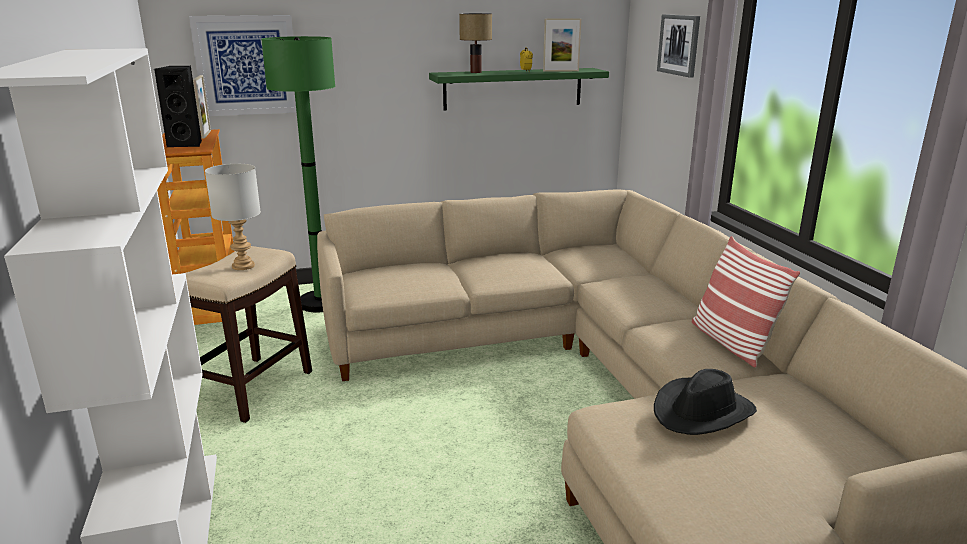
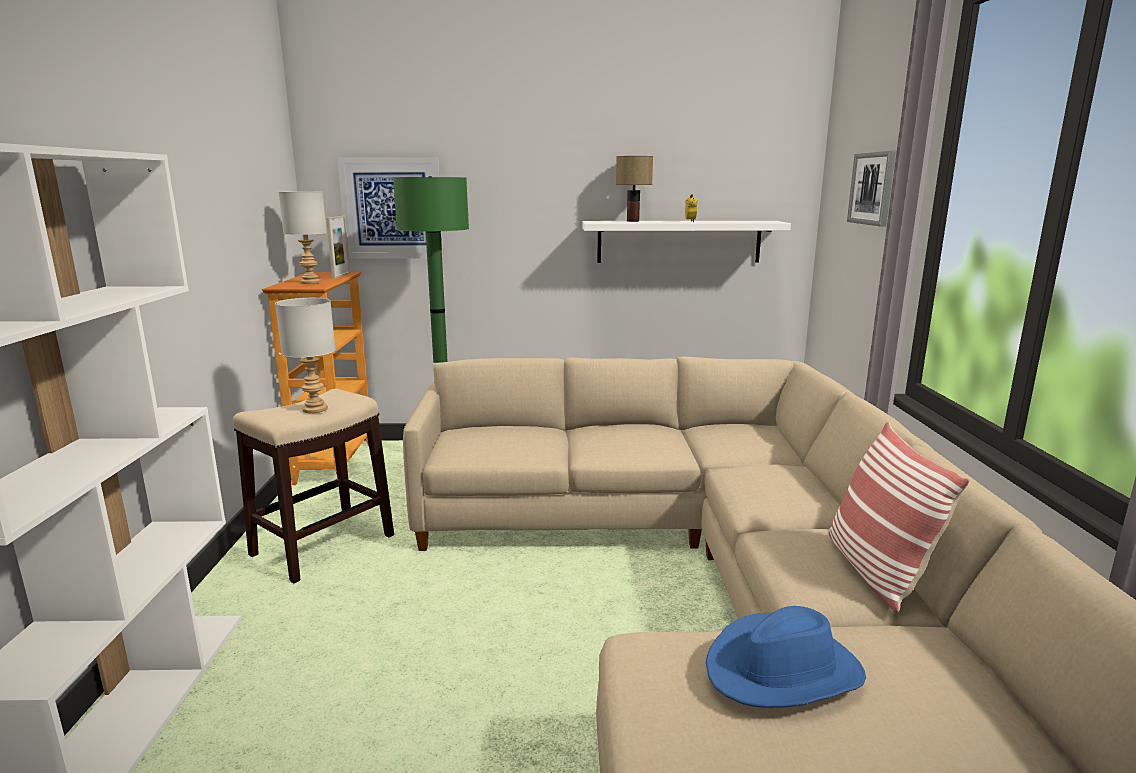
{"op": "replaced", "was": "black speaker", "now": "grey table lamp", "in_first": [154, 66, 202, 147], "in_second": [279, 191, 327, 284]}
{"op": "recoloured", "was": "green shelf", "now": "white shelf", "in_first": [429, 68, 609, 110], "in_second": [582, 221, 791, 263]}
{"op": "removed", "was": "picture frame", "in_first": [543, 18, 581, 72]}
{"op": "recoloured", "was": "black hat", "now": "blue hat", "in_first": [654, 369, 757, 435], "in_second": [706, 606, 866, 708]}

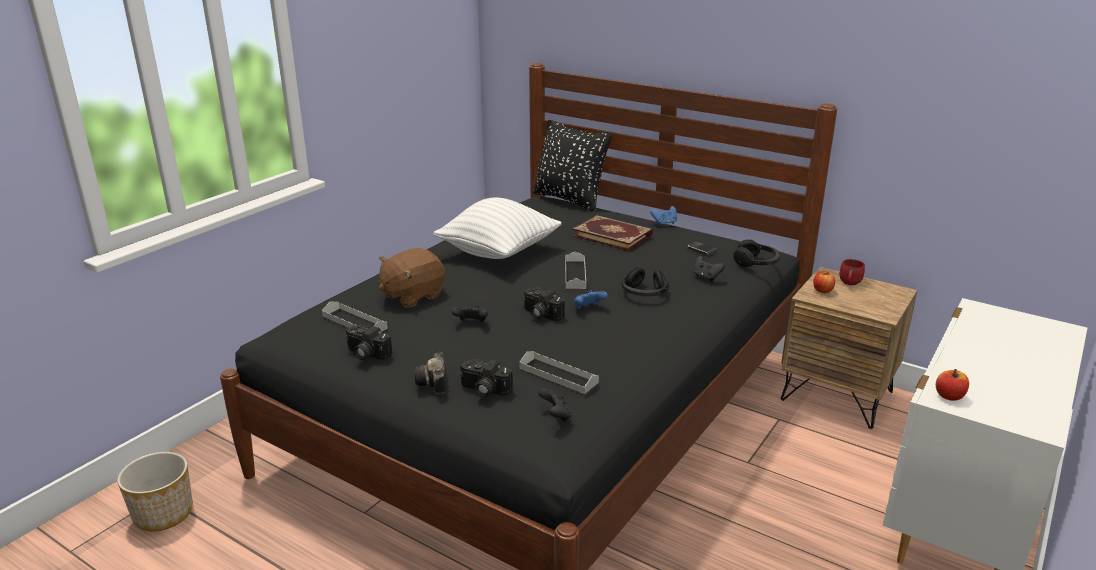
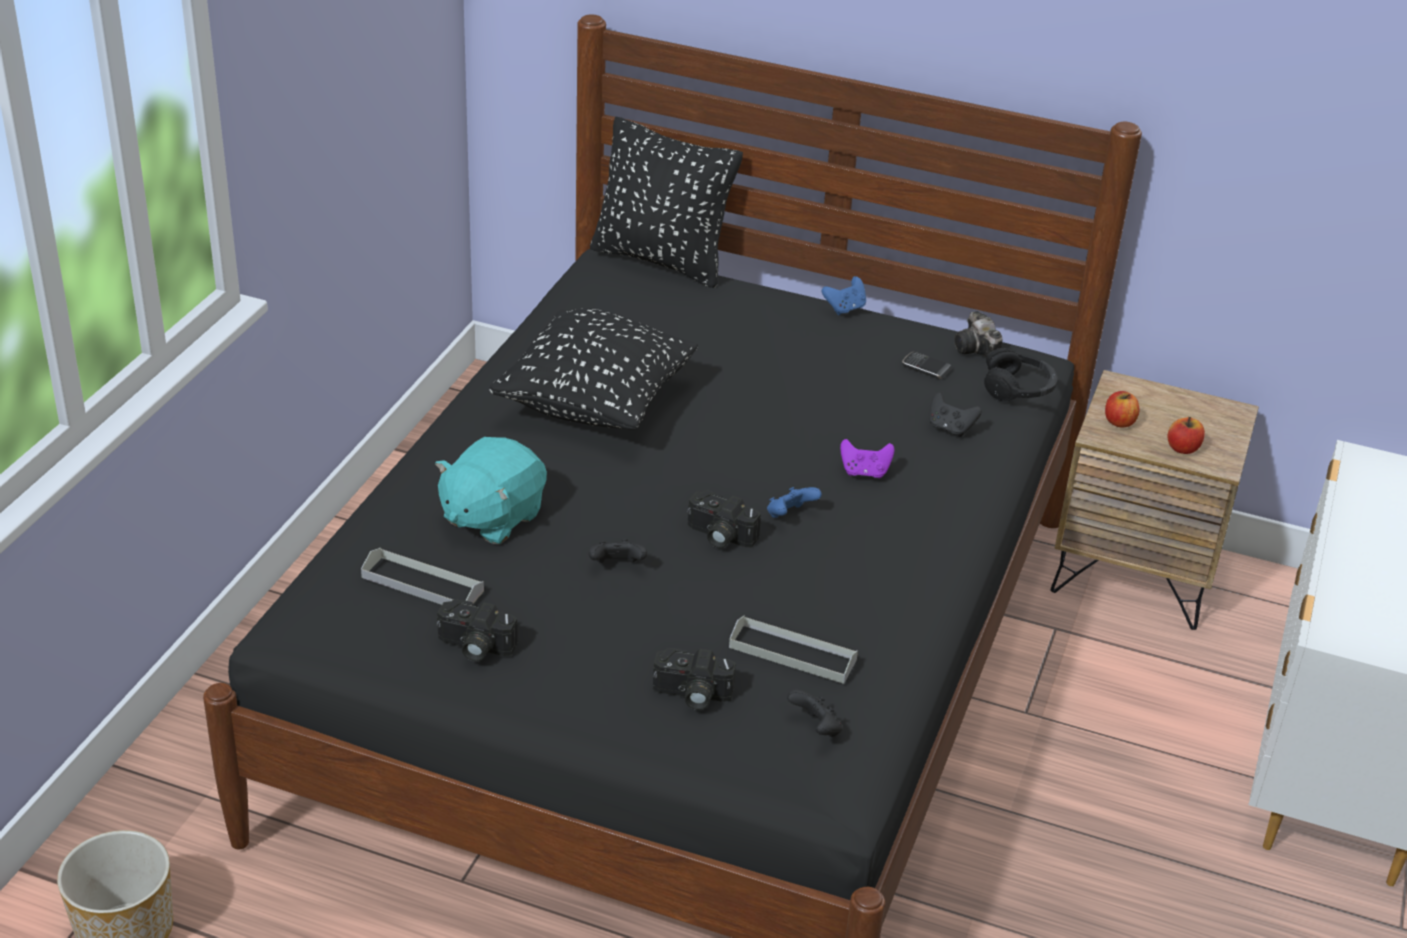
{"op": "recoloured", "was": "brown plush toy", "now": "turquoise plush toy", "in_first": [379, 248, 445, 308], "in_second": [435, 437, 547, 544]}
{"op": "moved", "was": "photo camera", "in_first": [414, 352, 446, 394], "in_second": [955, 311, 1002, 358]}
{"op": "recoloured", "was": "white pillow", "now": "black pillow", "in_first": [434, 197, 562, 259], "in_second": [489, 308, 698, 430]}
{"op": "removed", "was": "grey tray", "in_first": [565, 251, 586, 289]}
{"op": "removed", "was": "book", "in_first": [572, 215, 653, 252]}
{"op": "replaced", "was": "black headphones", "now": "purple game controller", "in_first": [622, 267, 669, 296], "in_second": [840, 439, 894, 479]}
{"op": "removed", "was": "red mug", "in_first": [839, 259, 865, 285]}
{"op": "moved", "was": "apple", "in_first": [936, 369, 969, 401], "in_second": [1167, 417, 1205, 454]}

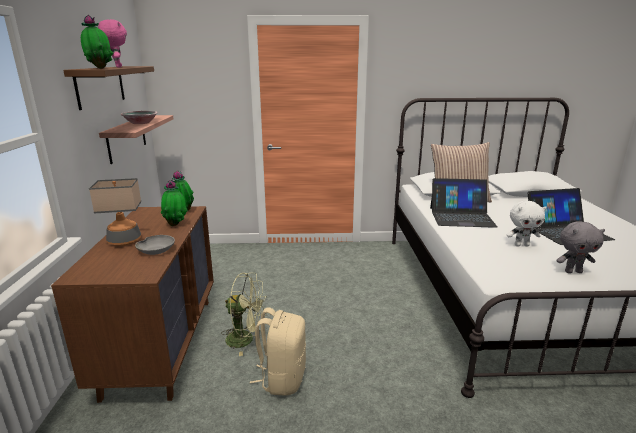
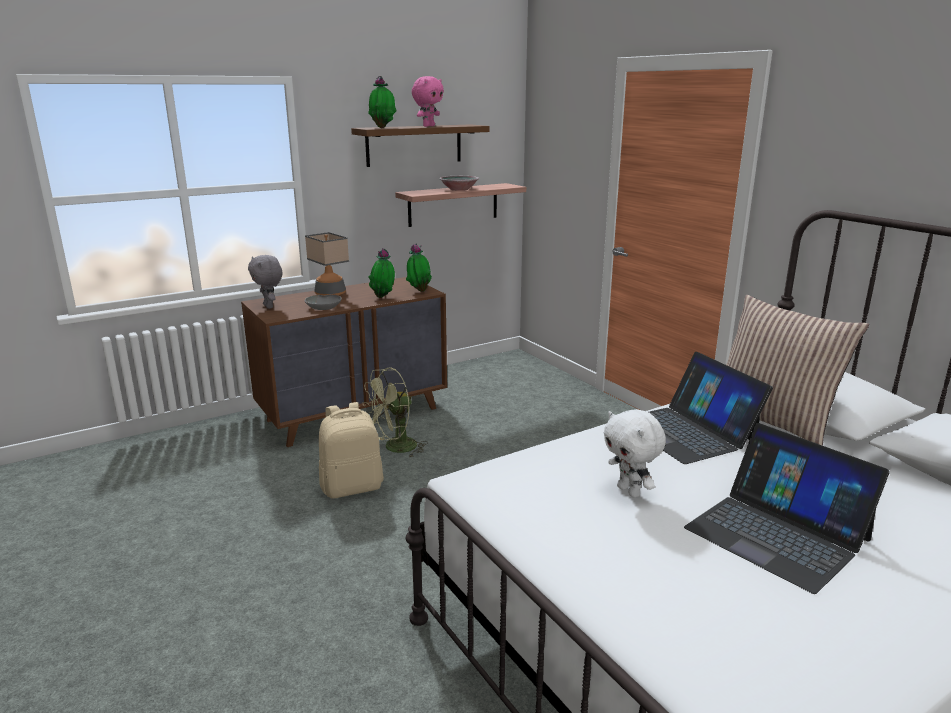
{"op": "turned", "was": "green fan", "in_first": [221, 273, 267, 356], "in_second": [363, 367, 428, 457], "clockwise": 75}
{"op": "moved", "was": "grey plush toy", "in_first": [556, 221, 605, 273], "in_second": [248, 255, 282, 309]}

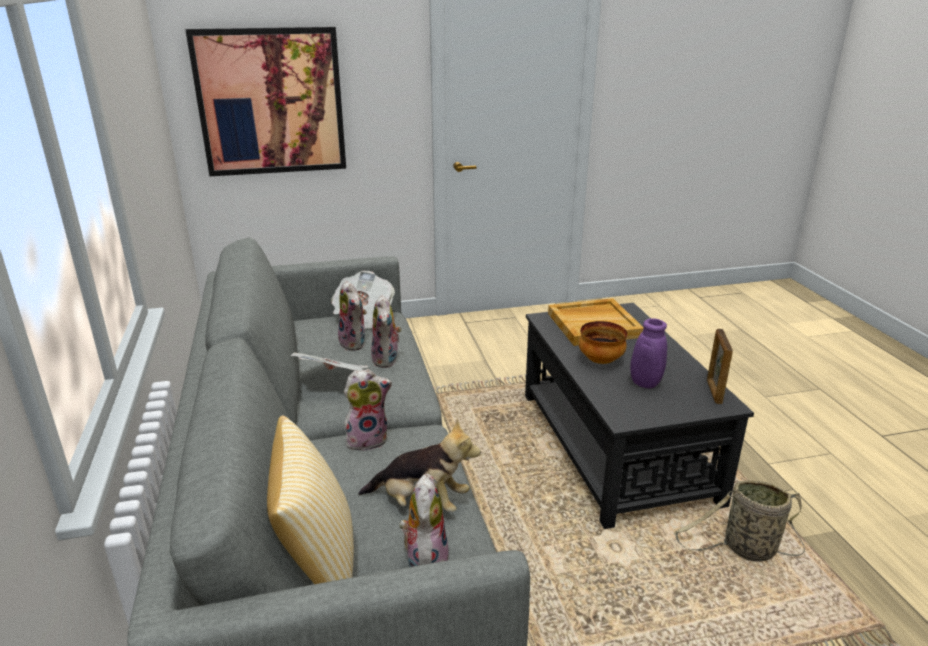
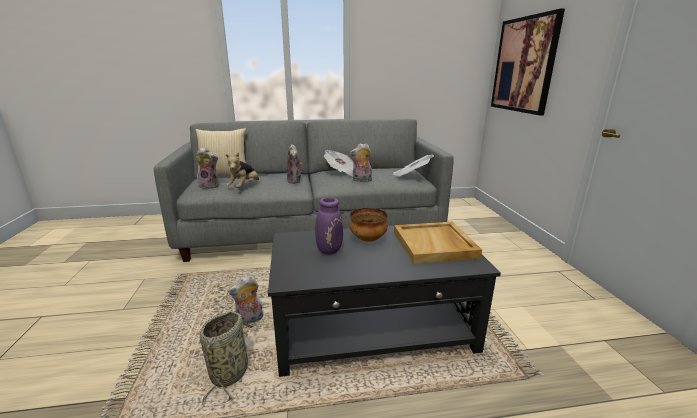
{"op": "moved", "was": "plush toy", "in_first": [338, 280, 367, 351], "in_second": [228, 275, 263, 324]}
{"op": "removed", "was": "picture frame", "in_first": [707, 329, 733, 404]}

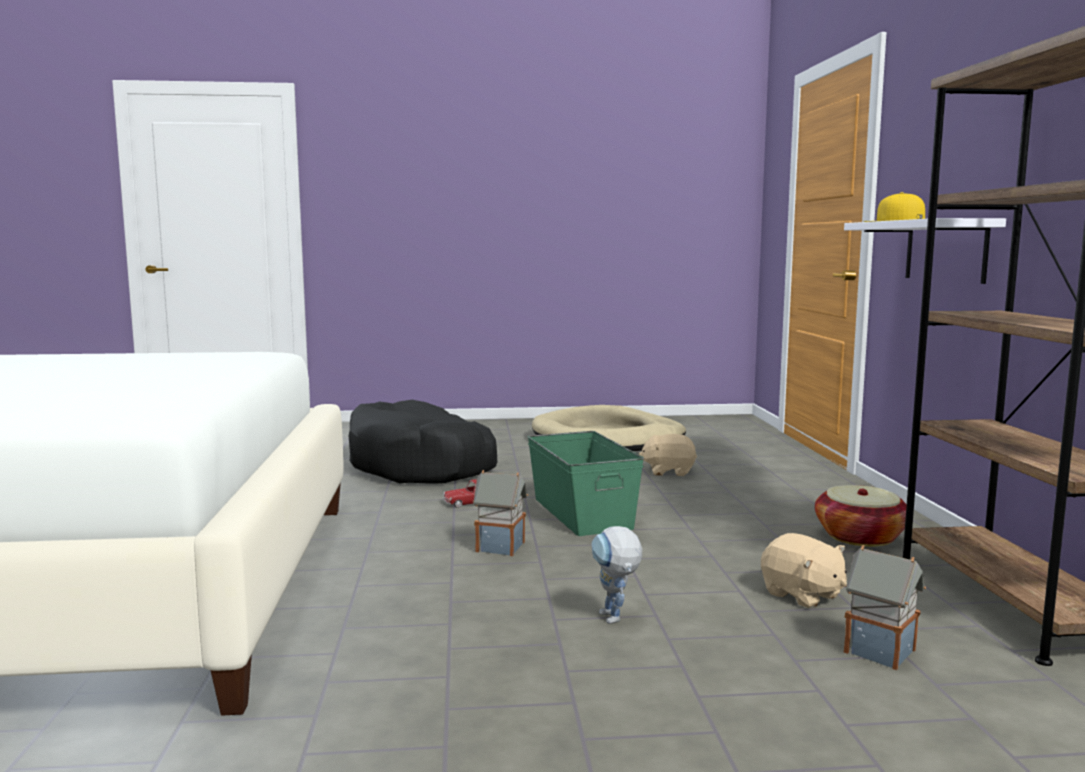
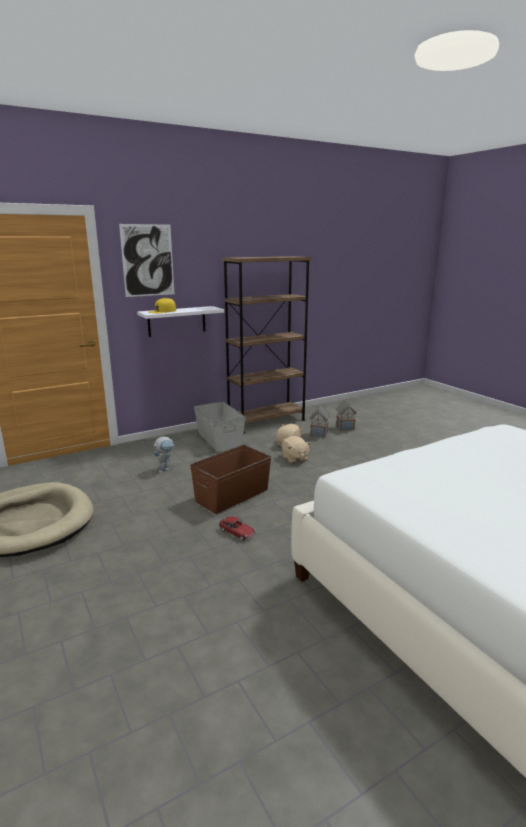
{"op": "removed", "was": "black dog bed", "in_first": [349, 400, 497, 484]}
{"op": "moved", "was": "toy house", "in_first": [473, 470, 528, 556], "in_second": [336, 399, 357, 431]}
{"op": "recoloured", "was": "green storage box", "now": "brown storage box", "in_first": [528, 431, 644, 536], "in_second": [190, 445, 272, 514]}
{"op": "moved", "was": "toy robot", "in_first": [591, 526, 642, 624], "in_second": [153, 437, 174, 473]}
{"op": "moved", "was": "beige plush toy", "in_first": [639, 434, 697, 476], "in_second": [282, 436, 311, 463]}
{"op": "replaced", "was": "basket", "now": "grey storage box", "in_first": [815, 485, 907, 547], "in_second": [194, 401, 245, 452]}
{"op": "added", "now": "picture", "in_second": [119, 224, 174, 297]}

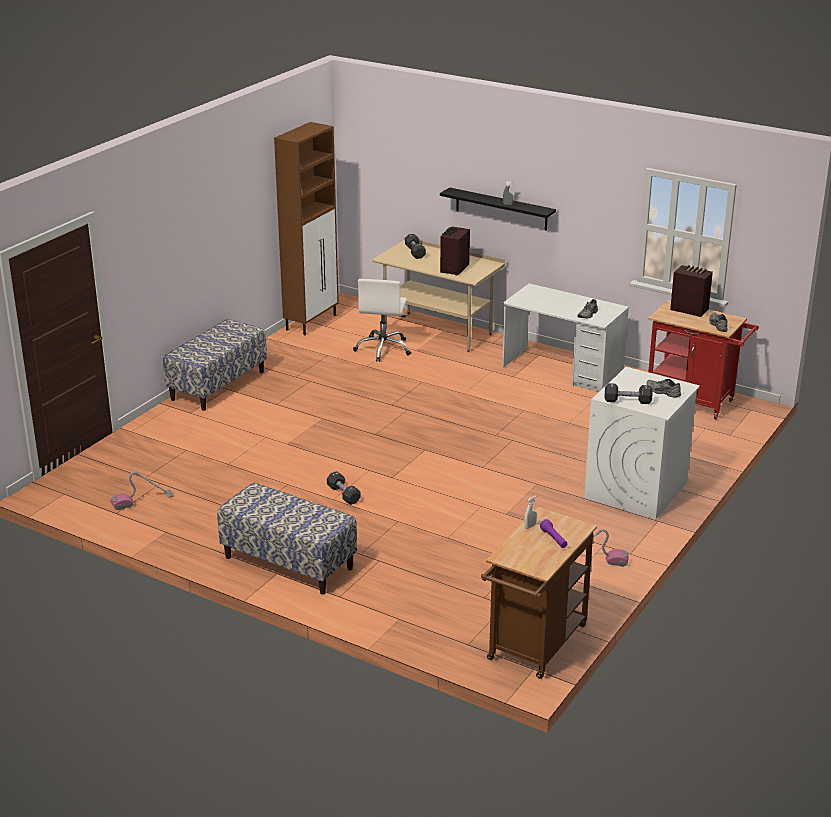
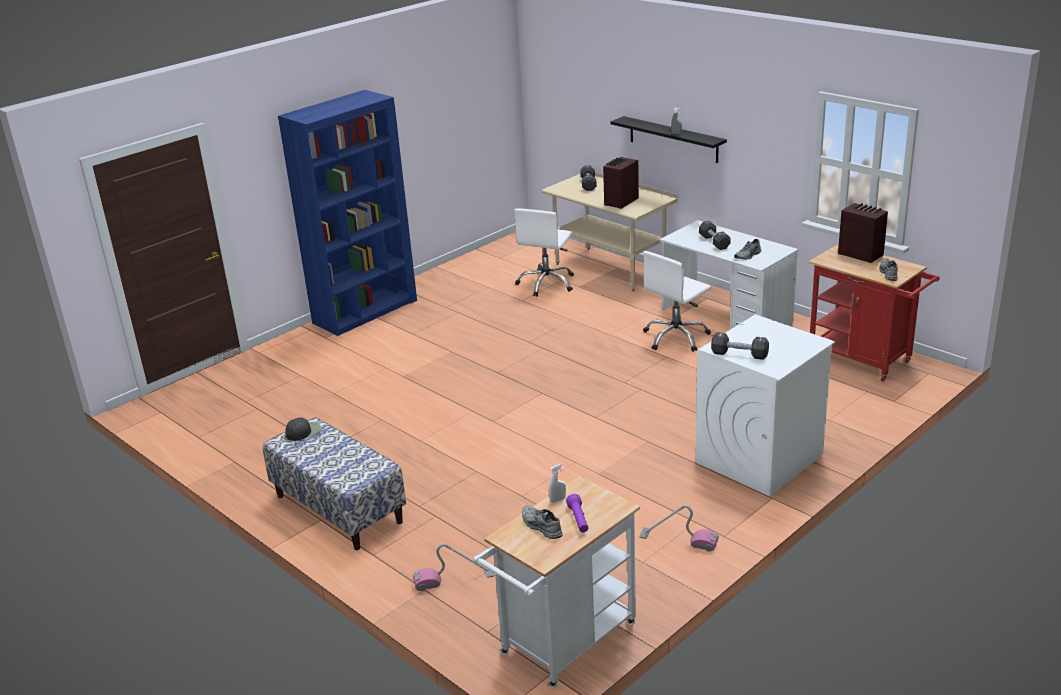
{"op": "moved", "was": "vacuum cleaner", "in_first": [111, 472, 174, 510], "in_second": [413, 543, 494, 591]}
{"op": "replaced", "was": "bench", "now": "blue bookcase", "in_first": [163, 319, 267, 411], "in_second": [278, 90, 417, 336]}
{"op": "removed", "was": "brown cabinet", "in_first": [274, 122, 339, 335]}
{"op": "moved", "was": "black dumbbell", "in_first": [327, 471, 361, 505], "in_second": [699, 221, 731, 250]}
{"op": "recoloured", "was": "brown cart", "now": "white cart", "in_first": [481, 507, 597, 679], "in_second": [474, 476, 640, 688]}
{"op": "moved", "was": "grey shoe", "in_first": [647, 379, 681, 397], "in_second": [522, 505, 563, 539]}
{"op": "added", "now": "black cap", "in_second": [285, 418, 322, 441]}
{"op": "added", "now": "white office chair", "in_second": [643, 251, 711, 352]}

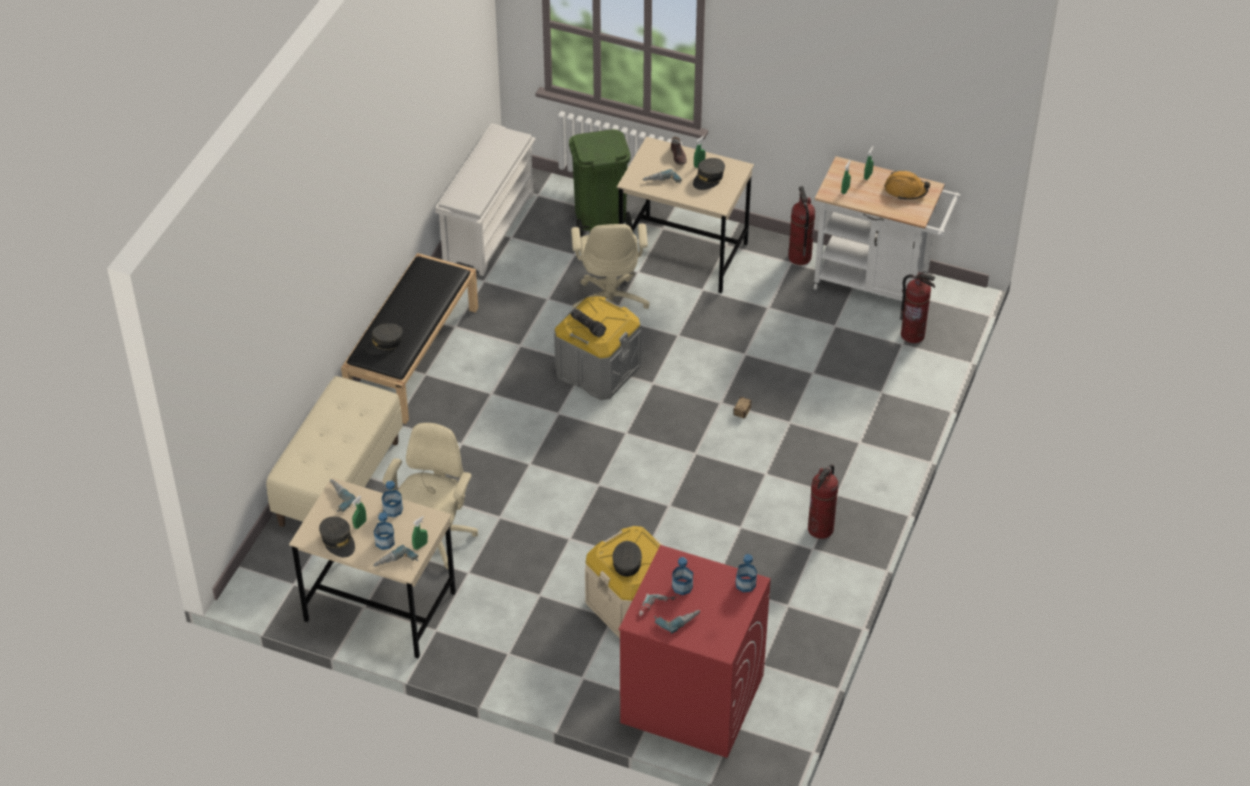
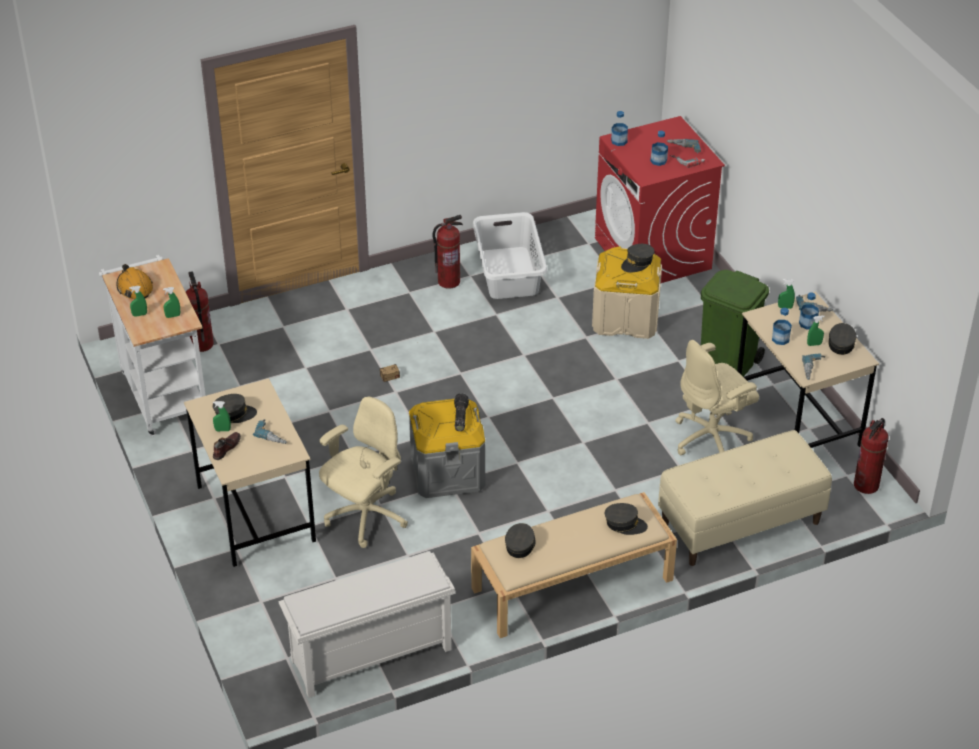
{"op": "recoloured", "was": "black bench", "now": "beige bench", "in_first": [341, 253, 478, 424], "in_second": [471, 492, 677, 638]}
{"op": "moved", "was": "green trash can", "in_first": [569, 129, 632, 236], "in_second": [701, 270, 769, 377]}
{"op": "moved", "was": "fire extinguisher", "in_first": [788, 186, 815, 265], "in_second": [854, 418, 888, 494]}
{"op": "added", "now": "white laundry basket", "in_second": [473, 212, 547, 299]}
{"op": "added", "now": "grey cap", "in_second": [505, 523, 536, 558]}

